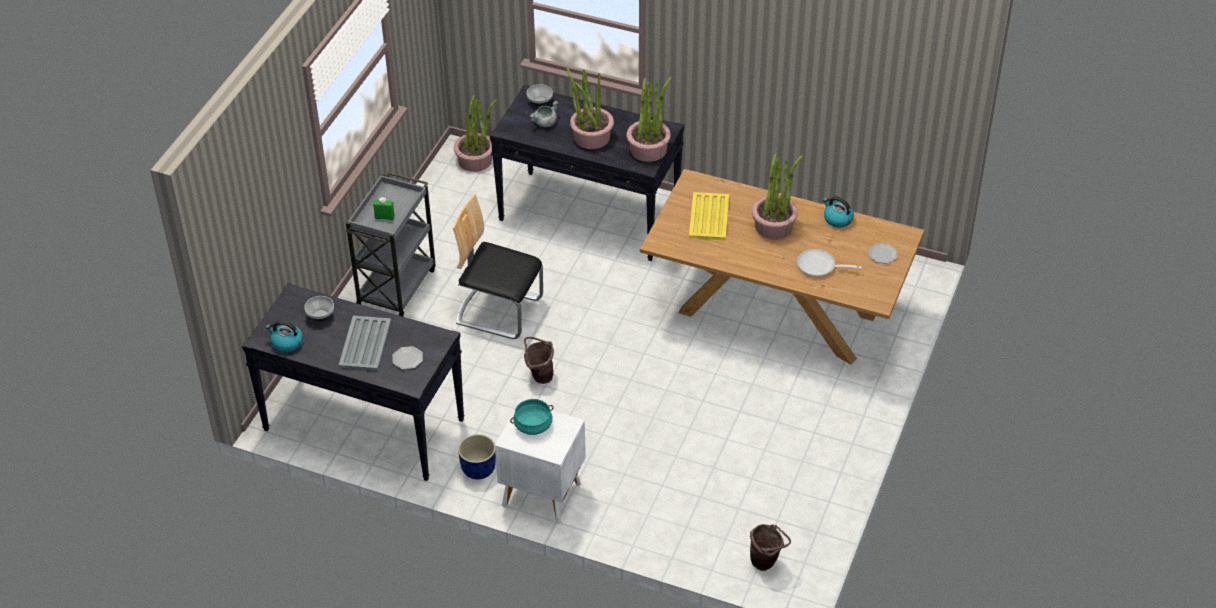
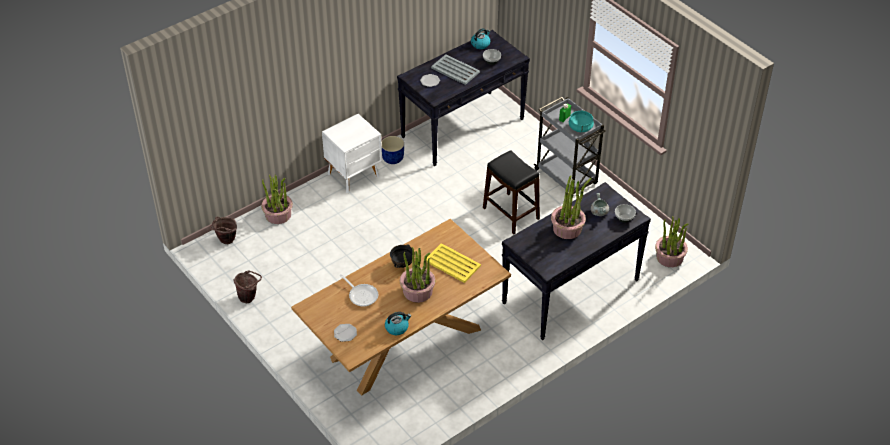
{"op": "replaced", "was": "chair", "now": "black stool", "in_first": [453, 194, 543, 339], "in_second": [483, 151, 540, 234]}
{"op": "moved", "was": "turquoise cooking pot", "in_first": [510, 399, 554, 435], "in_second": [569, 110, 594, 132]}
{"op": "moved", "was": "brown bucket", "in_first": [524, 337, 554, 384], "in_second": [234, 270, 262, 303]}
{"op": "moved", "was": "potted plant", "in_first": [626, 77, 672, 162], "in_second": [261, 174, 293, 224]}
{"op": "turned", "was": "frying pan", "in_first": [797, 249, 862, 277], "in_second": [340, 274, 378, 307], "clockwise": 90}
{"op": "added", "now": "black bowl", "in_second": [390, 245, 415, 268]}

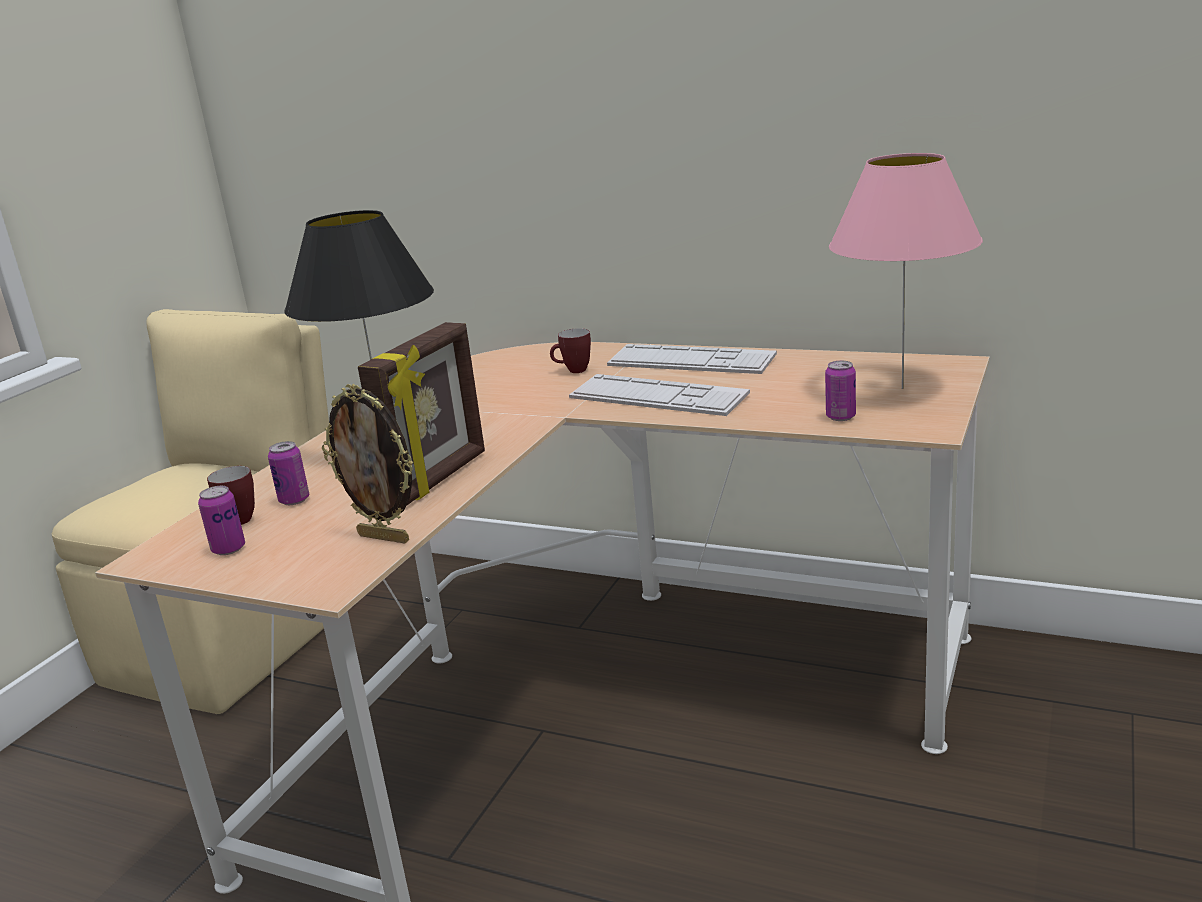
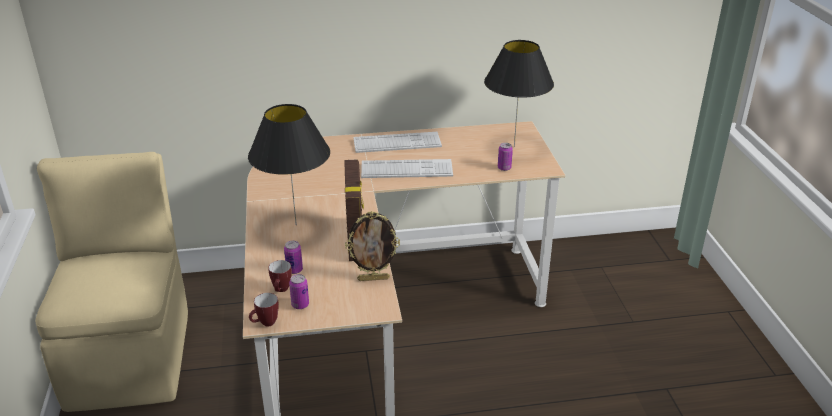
{"op": "moved", "was": "mug", "in_first": [550, 328, 591, 373], "in_second": [249, 293, 279, 327]}
{"op": "recoloured", "was": "pink table lamp", "now": "black table lamp", "in_first": [829, 153, 983, 389], "in_second": [484, 40, 554, 147]}

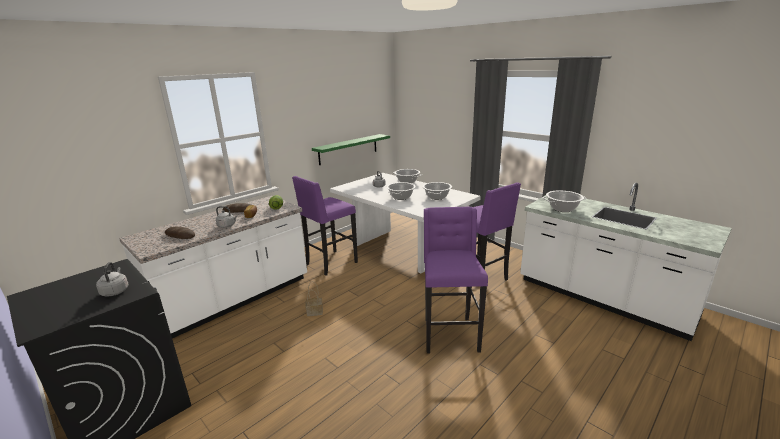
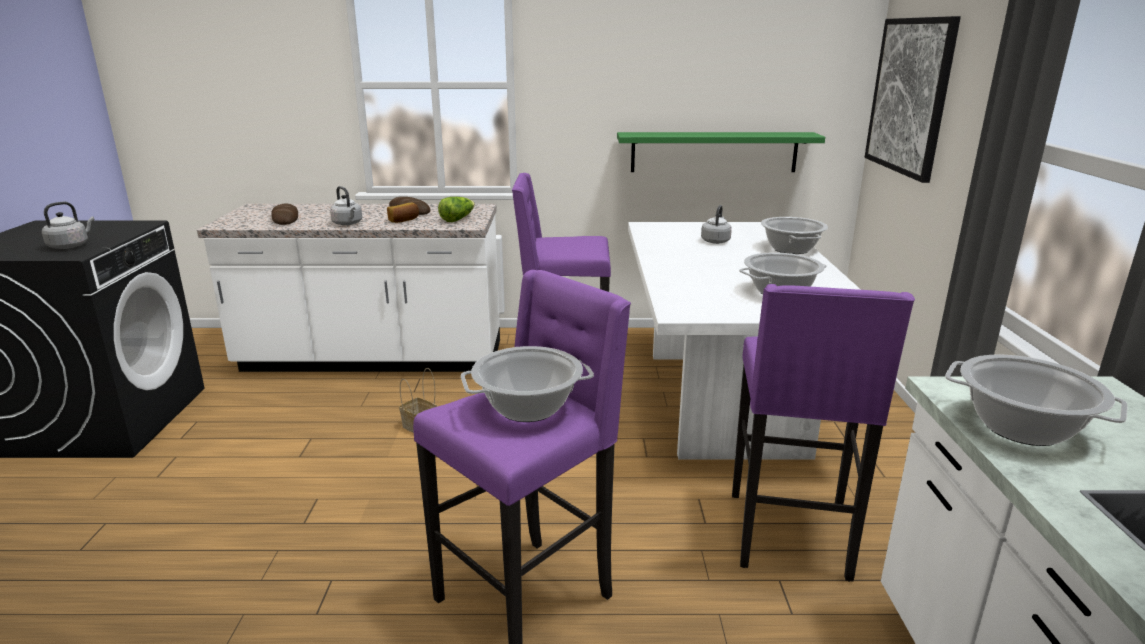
{"op": "moved", "was": "cooking pot", "in_first": [387, 182, 416, 200], "in_second": [461, 346, 594, 422]}
{"op": "added", "now": "picture", "in_second": [865, 16, 961, 183]}

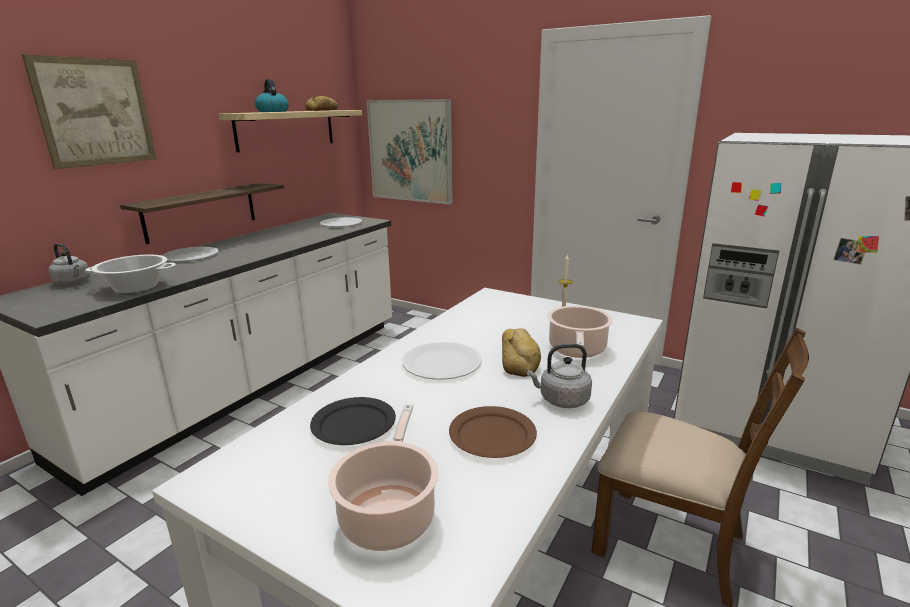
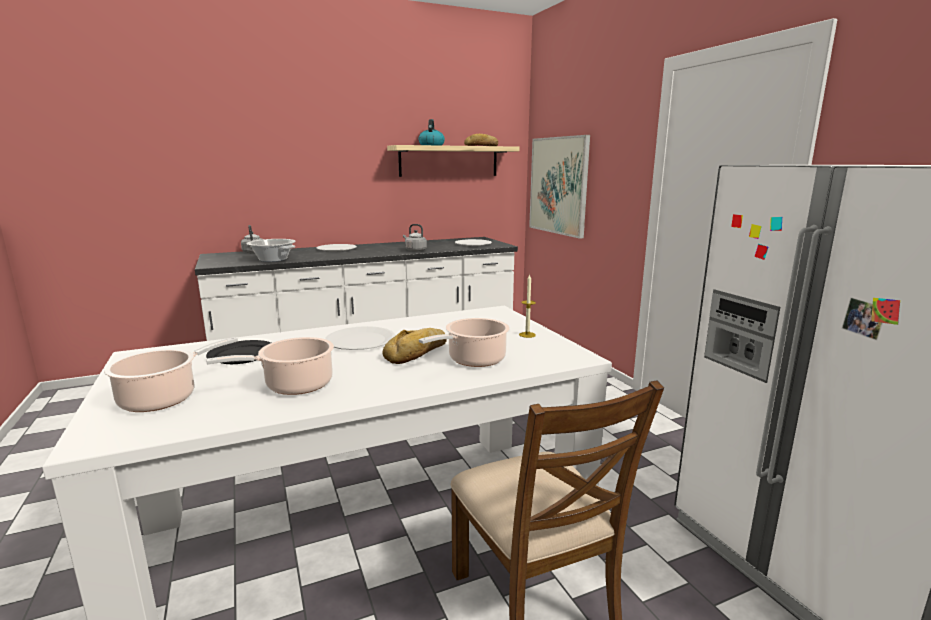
{"op": "removed", "was": "picture", "in_first": [22, 54, 157, 169]}
{"op": "removed", "was": "shelf", "in_first": [120, 183, 284, 244]}
{"op": "replaced", "was": "brown plate", "now": "cooking pot", "in_first": [449, 406, 537, 458], "in_second": [206, 337, 334, 395]}
{"op": "moved", "was": "grey kettle", "in_first": [527, 344, 592, 408], "in_second": [403, 224, 427, 252]}

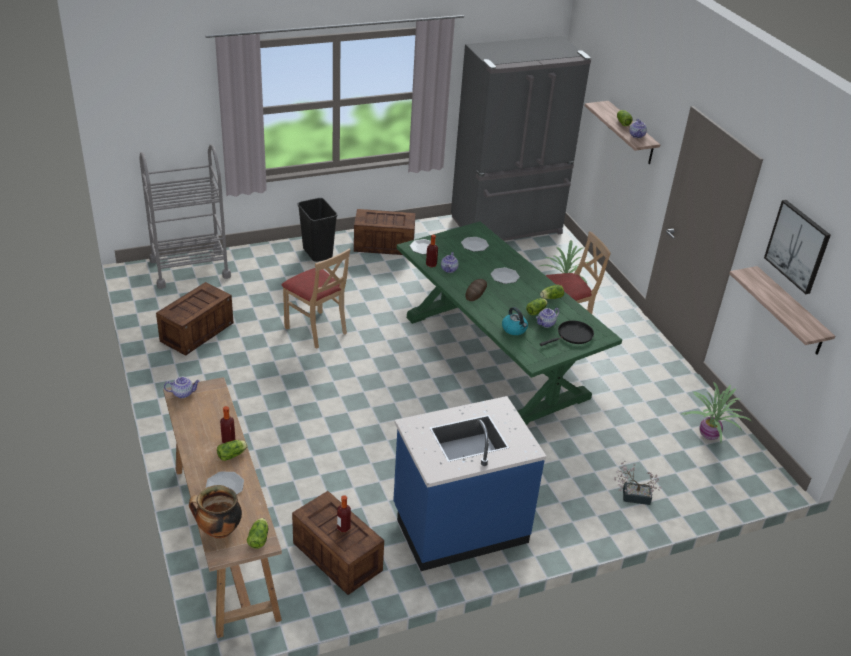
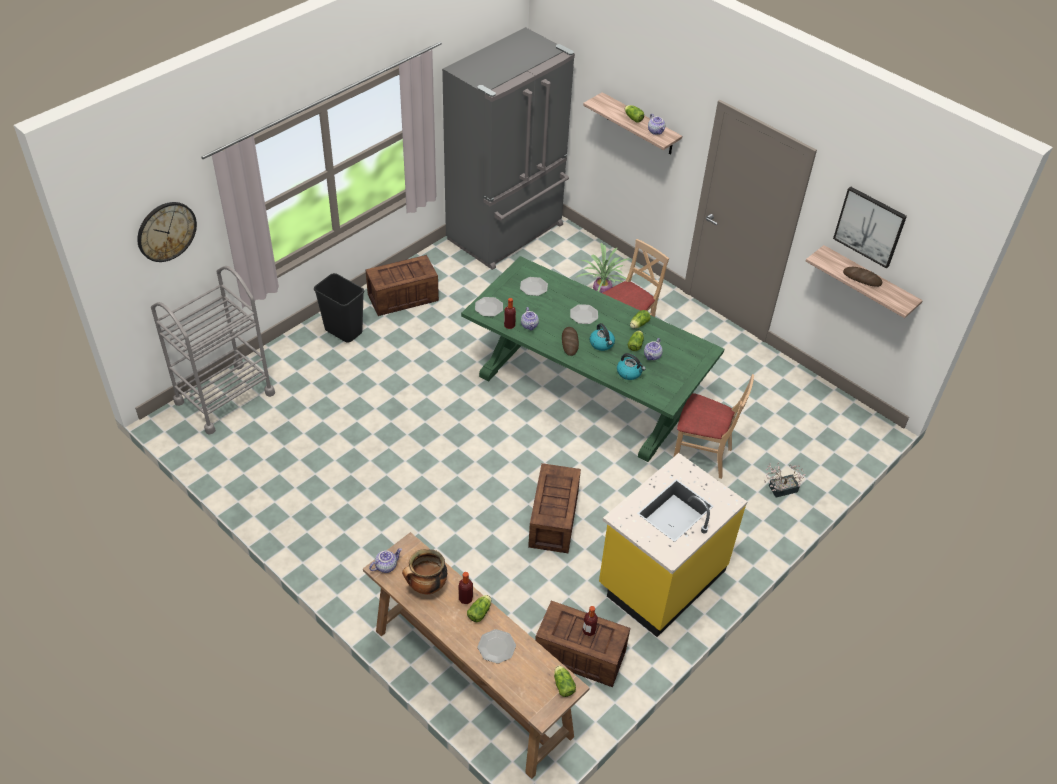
{"op": "moved", "was": "crate", "in_first": [156, 282, 234, 356], "in_second": [528, 463, 581, 553]}
{"op": "moved", "was": "cooking pot", "in_first": [189, 485, 242, 539], "in_second": [402, 549, 447, 594]}
{"op": "moved", "was": "beige chair", "in_first": [281, 249, 350, 349], "in_second": [673, 374, 754, 479]}
{"op": "recoloured", "was": "blue counter", "now": "yellow counter", "in_first": [393, 396, 547, 571], "in_second": [599, 453, 748, 637]}
{"op": "removed", "was": "black frying pan", "in_first": [540, 321, 594, 346]}
{"op": "removed", "was": "potted plant", "in_first": [681, 382, 752, 442]}
{"op": "added", "now": "wall clock", "in_second": [137, 202, 197, 262]}
{"op": "added", "now": "kettle", "in_second": [590, 323, 615, 351]}
{"op": "added", "now": "bread", "in_second": [843, 267, 882, 287]}

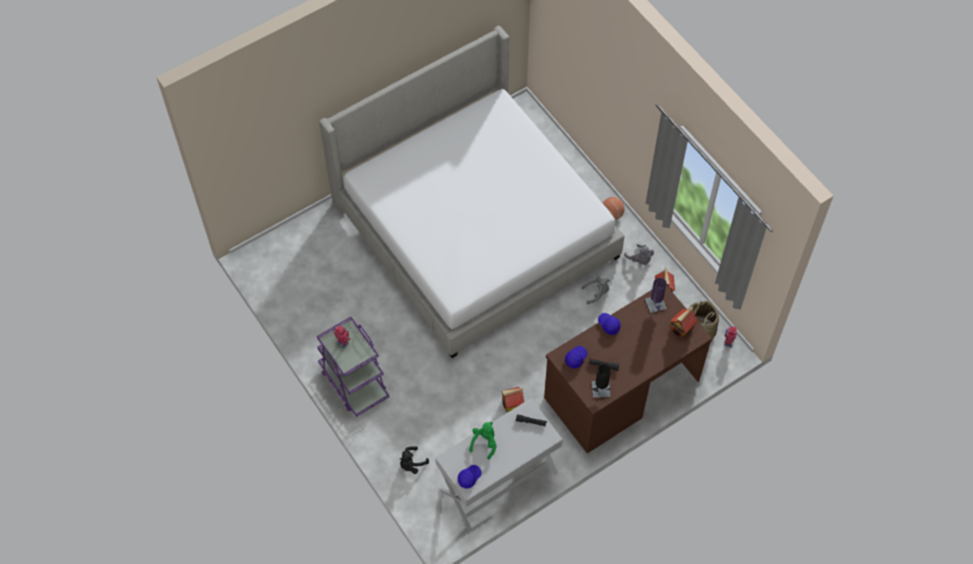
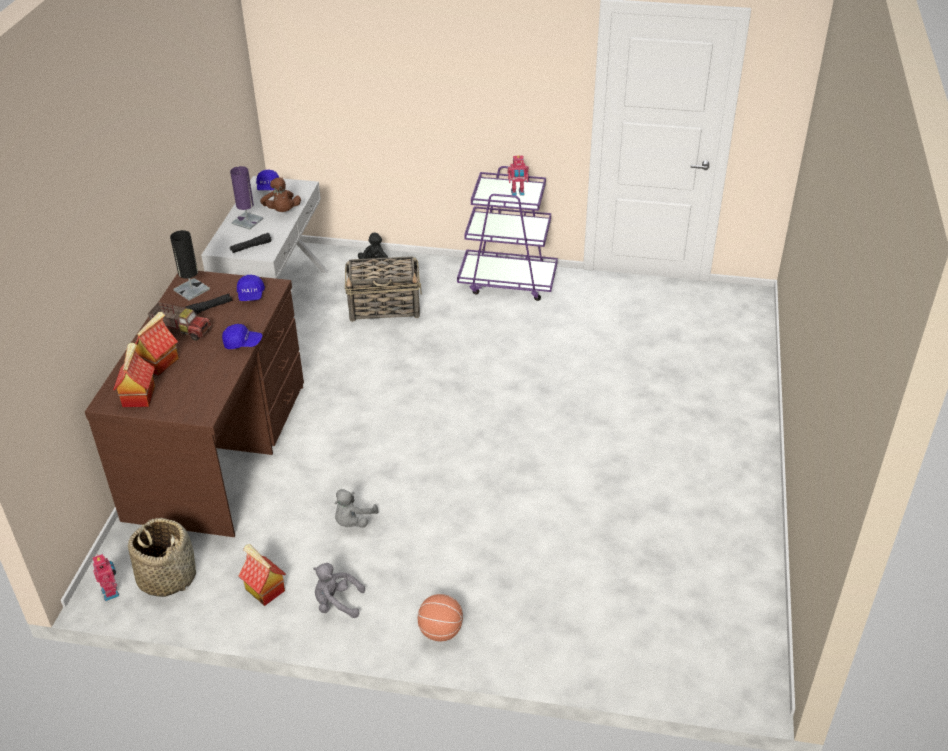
{"op": "removed", "was": "bed", "in_first": [319, 26, 625, 358]}
{"op": "recoloured", "was": "green plush toy", "now": "brown plush toy", "in_first": [469, 422, 497, 459], "in_second": [260, 177, 301, 212]}
{"op": "moved", "was": "toy house", "in_first": [501, 387, 524, 412], "in_second": [135, 312, 179, 376]}
{"op": "moved", "was": "purple table lamp", "in_first": [645, 278, 667, 313], "in_second": [230, 166, 264, 230]}
{"op": "added", "now": "toy truck", "in_second": [148, 302, 212, 341]}
{"op": "added", "now": "basket", "in_second": [345, 256, 422, 322]}

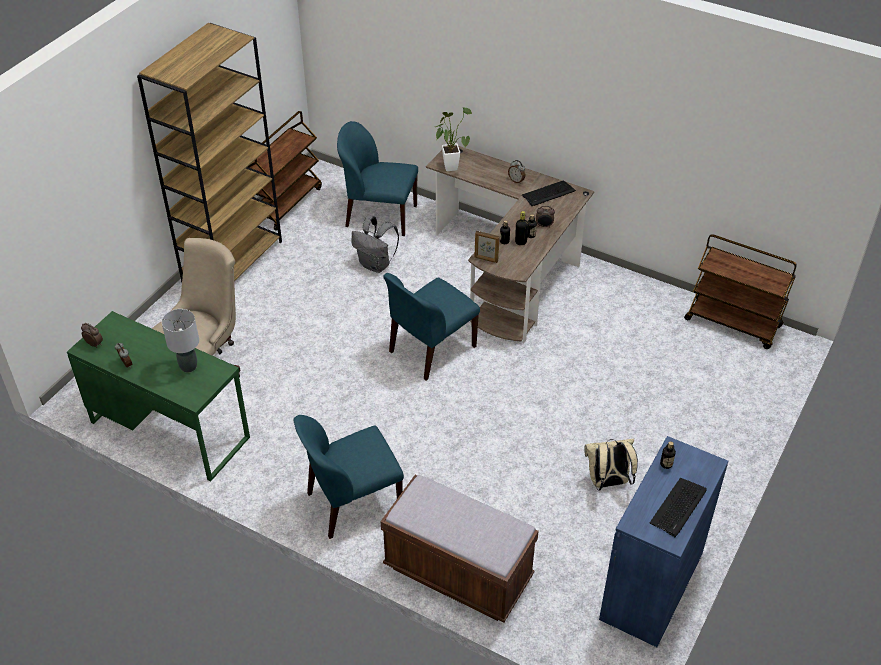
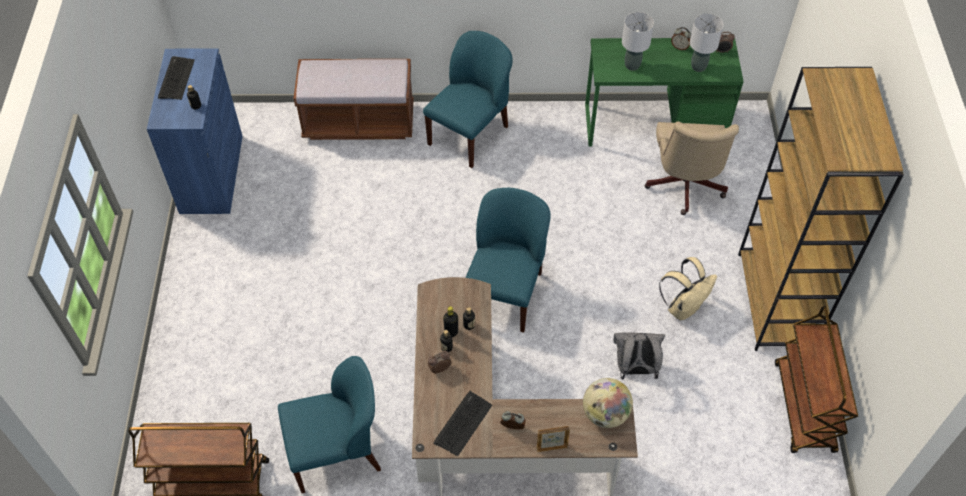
{"op": "moved", "was": "blue chair", "in_first": [337, 121, 418, 236], "in_second": [278, 356, 381, 493]}
{"op": "replaced", "was": "potted plant", "now": "globe", "in_first": [436, 108, 472, 171], "in_second": [583, 378, 633, 428]}
{"op": "moved", "was": "picture frame", "in_first": [474, 231, 500, 263], "in_second": [537, 426, 570, 452]}
{"op": "moved", "was": "beige backpack", "in_first": [584, 439, 638, 491], "in_second": [659, 257, 717, 321]}
{"op": "added", "now": "grey table lamp", "in_second": [690, 13, 723, 72]}

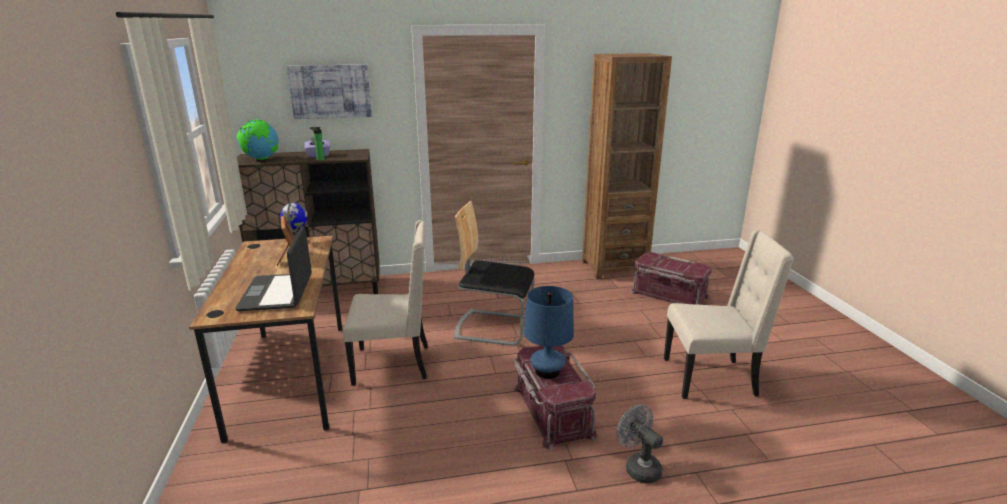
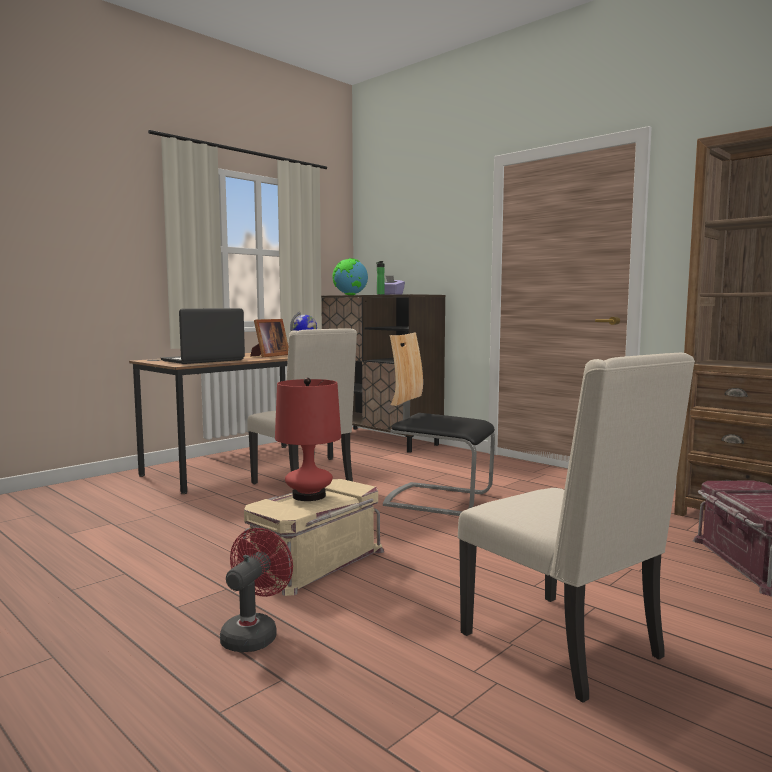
{"op": "removed", "was": "picture", "in_first": [287, 64, 372, 119]}
{"op": "turned", "was": "chair", "in_first": [454, 201, 535, 346], "in_second": [383, 332, 495, 516], "clockwise": -45}
{"op": "recoloured", "was": "red storage box", "now": "beige storage box", "in_first": [514, 345, 597, 449], "in_second": [243, 479, 384, 596]}
{"op": "recoloured", "was": "blue table lamp", "now": "red table lamp", "in_first": [524, 286, 574, 379], "in_second": [275, 378, 341, 501]}
{"op": "recoloured", "was": "grey fan", "now": "red fan", "in_first": [617, 405, 663, 483], "in_second": [220, 528, 293, 652]}

